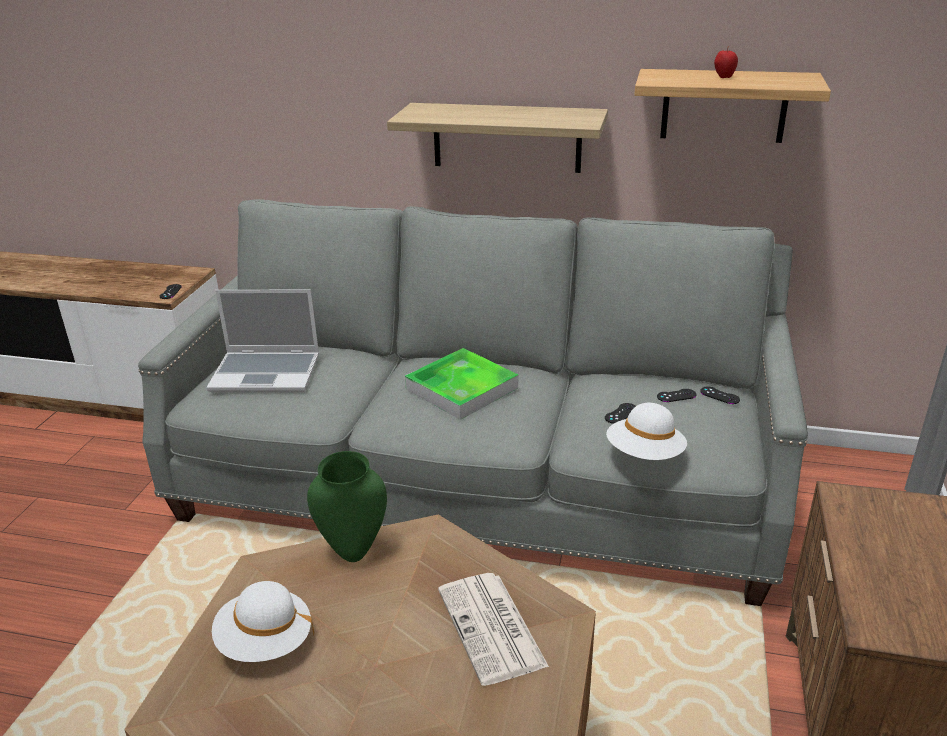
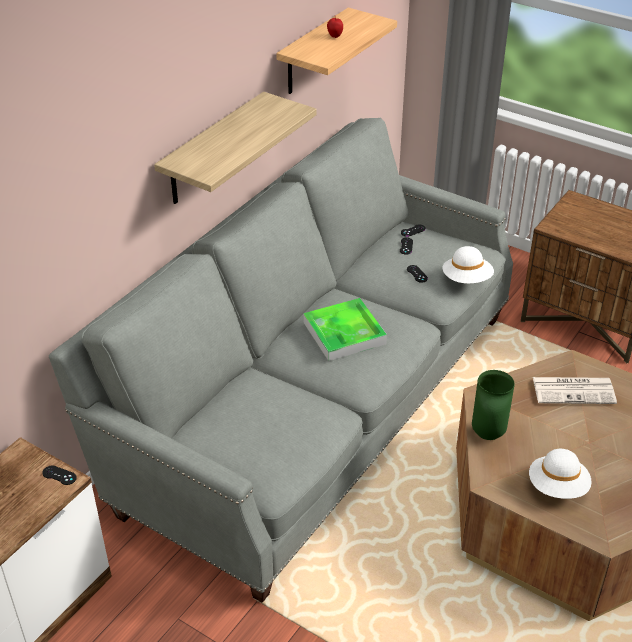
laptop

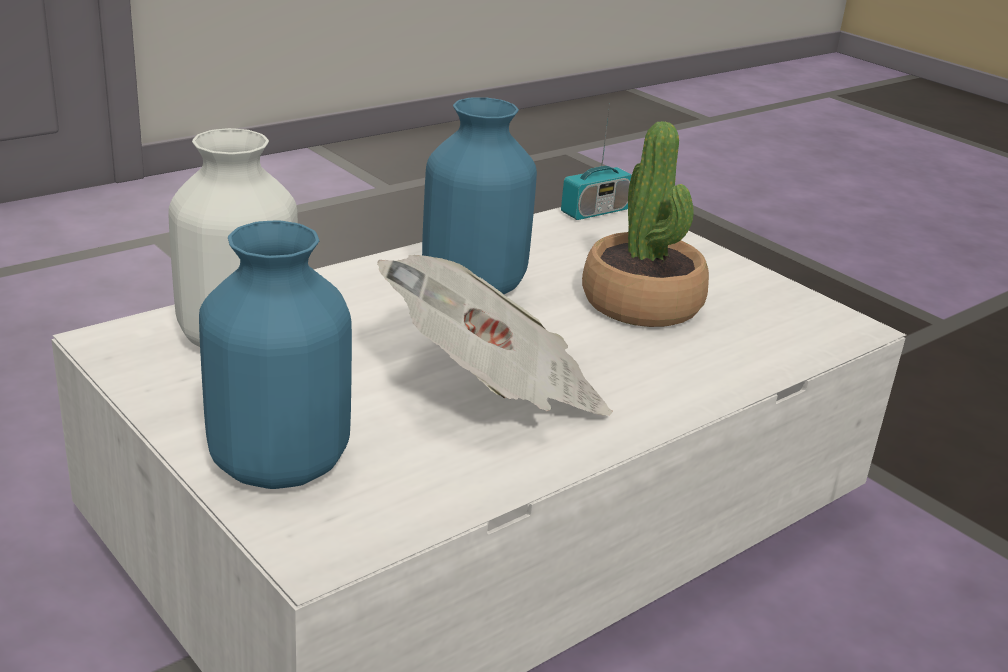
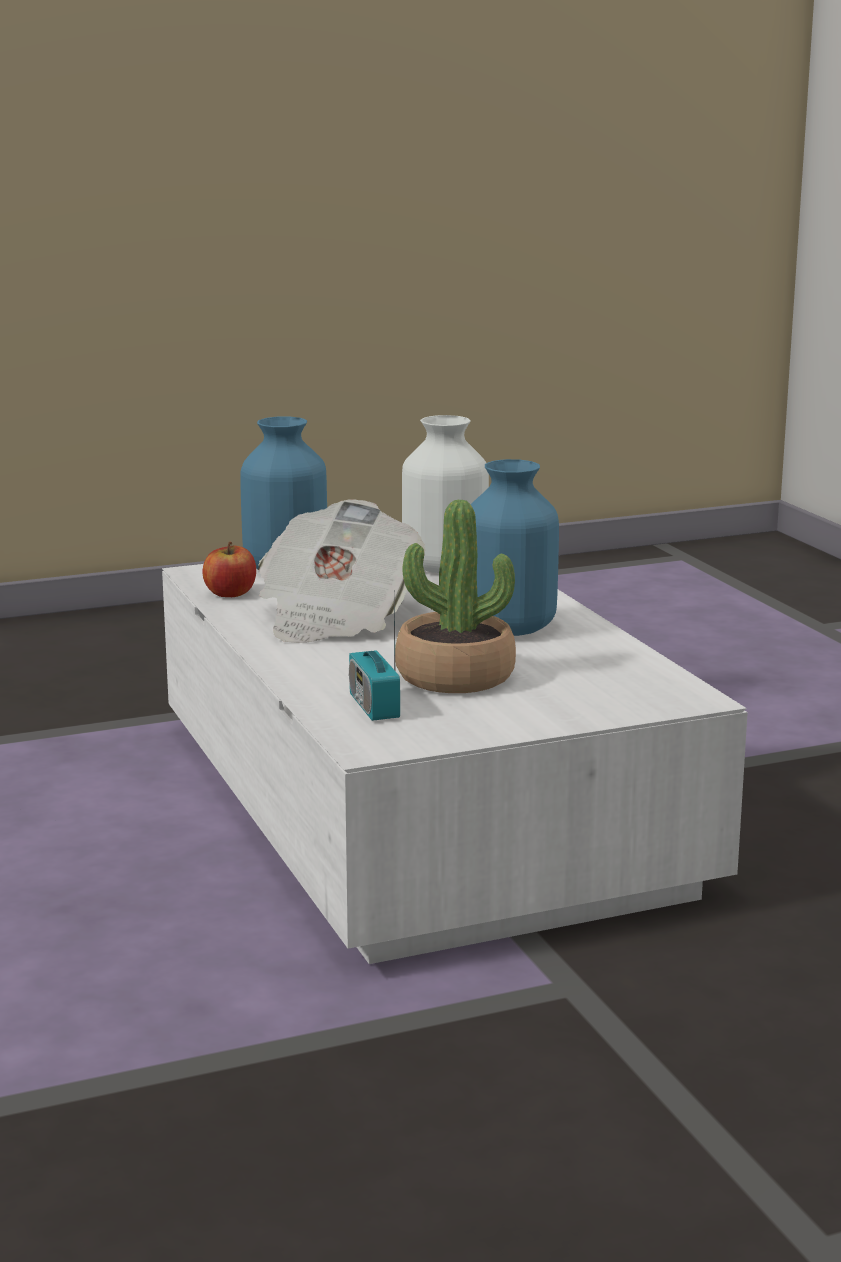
apple
radio

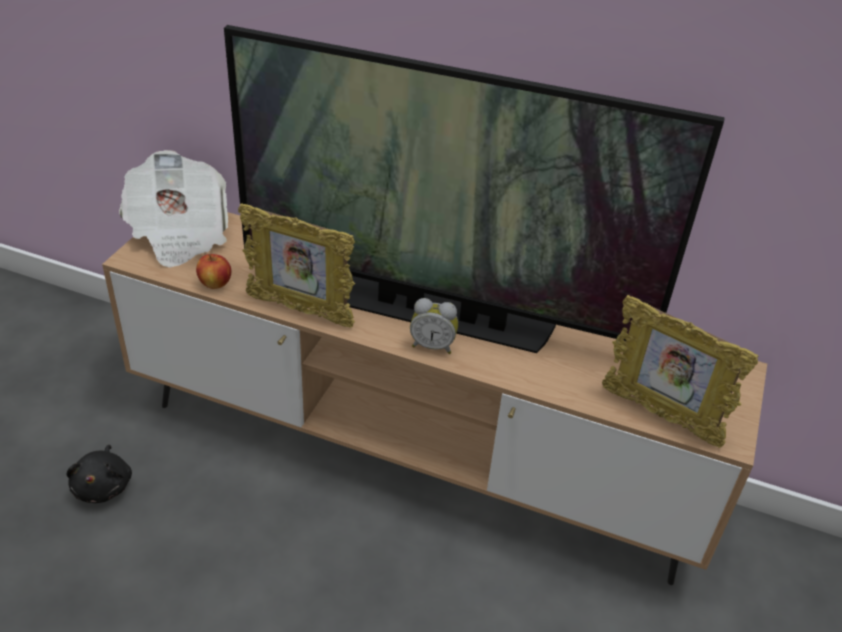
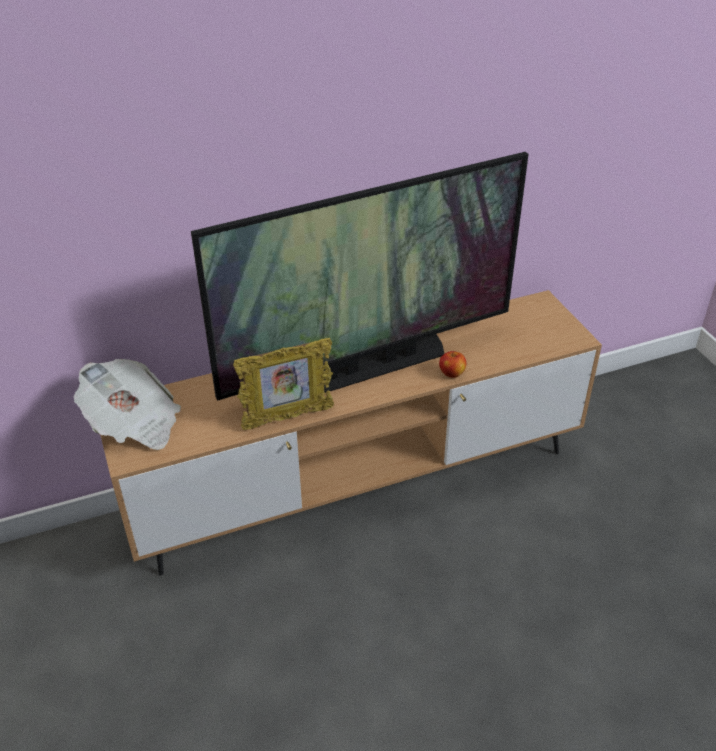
plush toy/black
alarm clock
picture frame (no. 2 from left in the first image)
apple

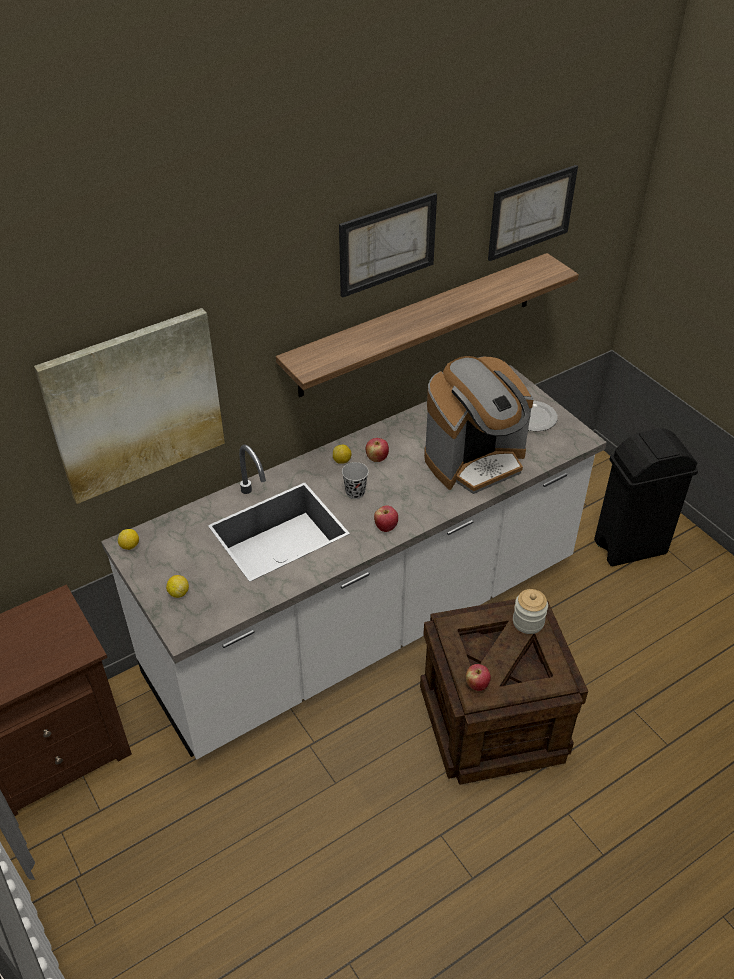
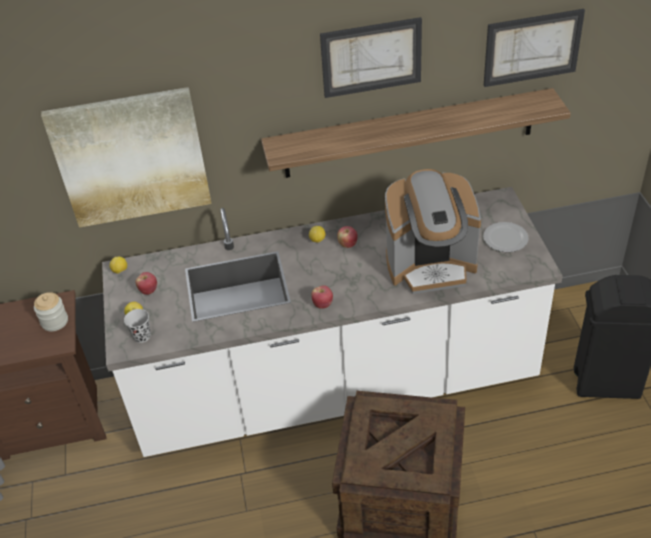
cup/black
apple (no. 1 from left)
jar

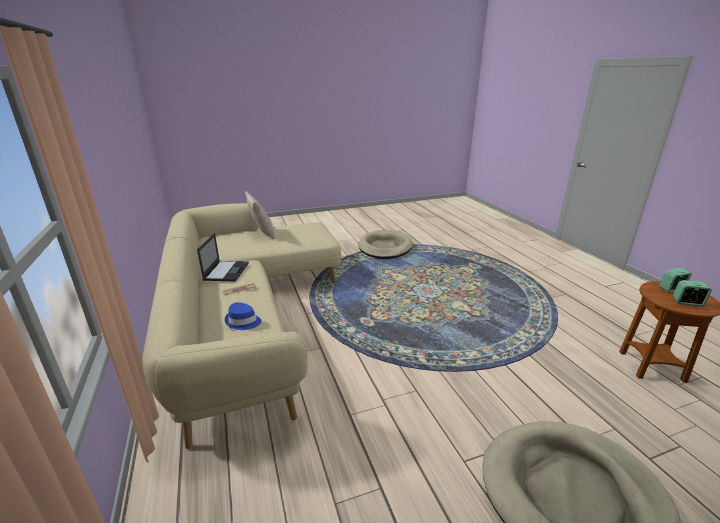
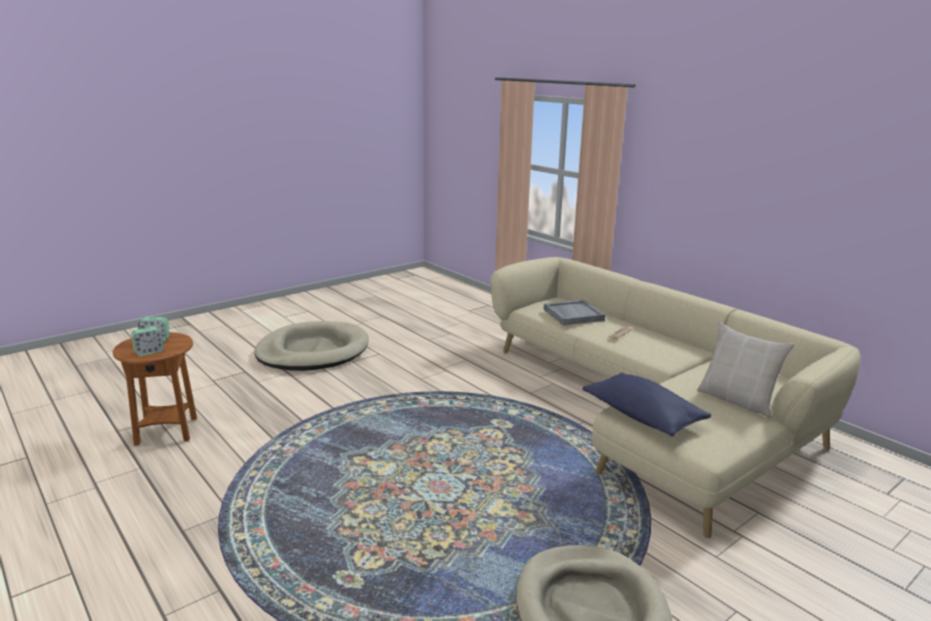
laptop
pillow/blue
tray/grey

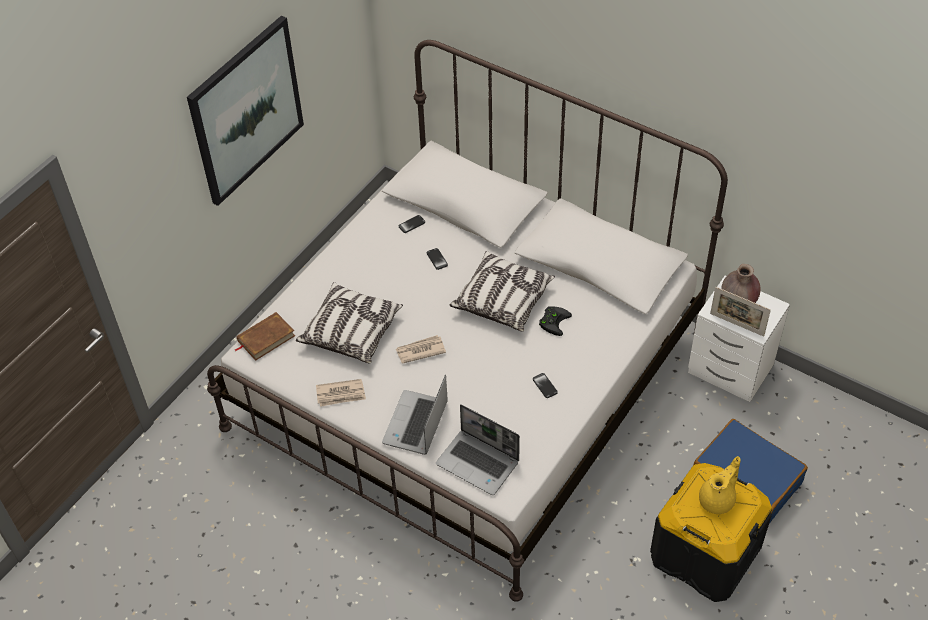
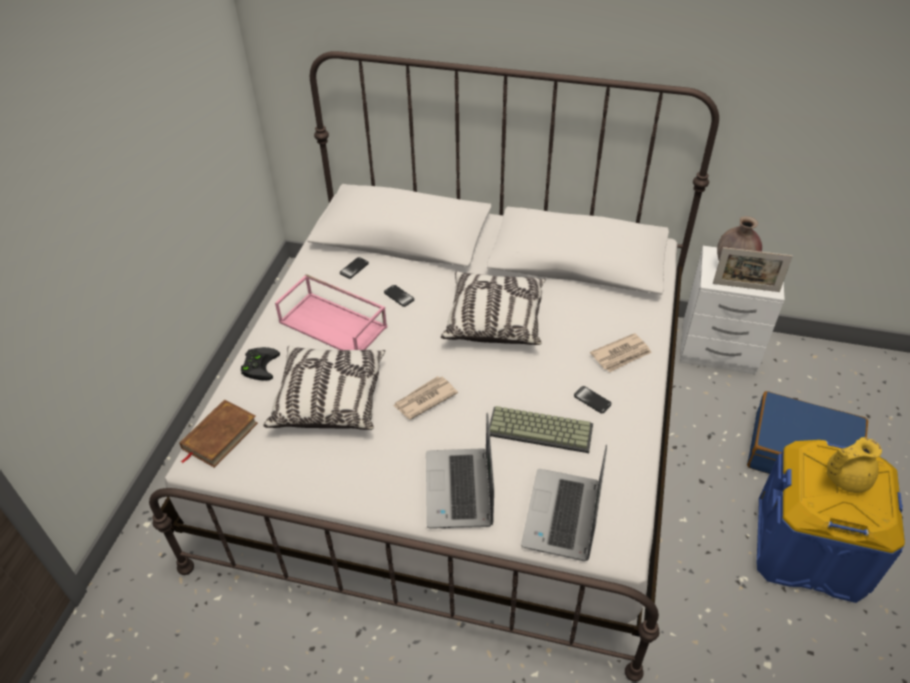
picture
tray/pink
keyboard
newspaper (no. 2 from left)
game controller/black
storage box/blue
laptop (no. 2 from left)
teapot/yellow

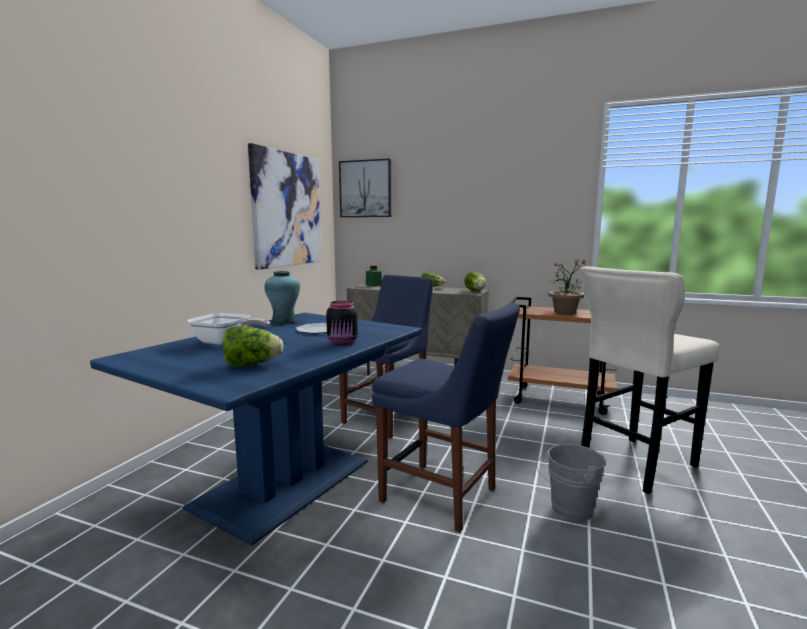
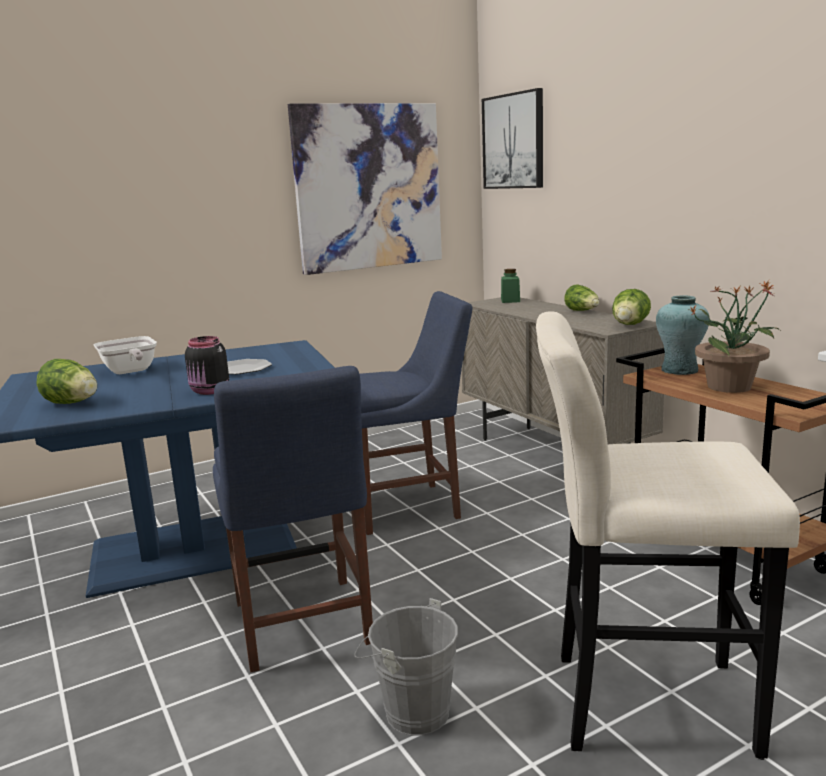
vase/turquoise

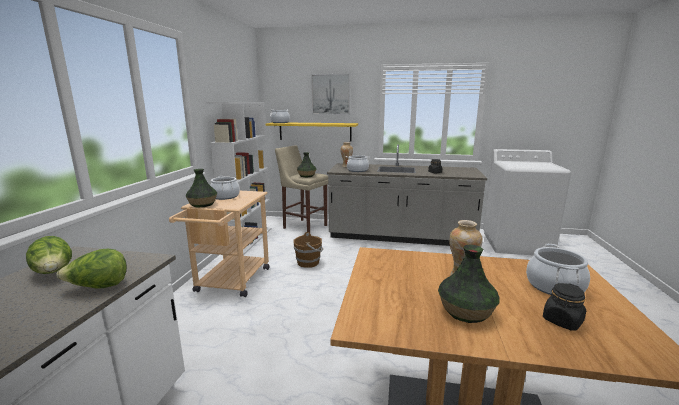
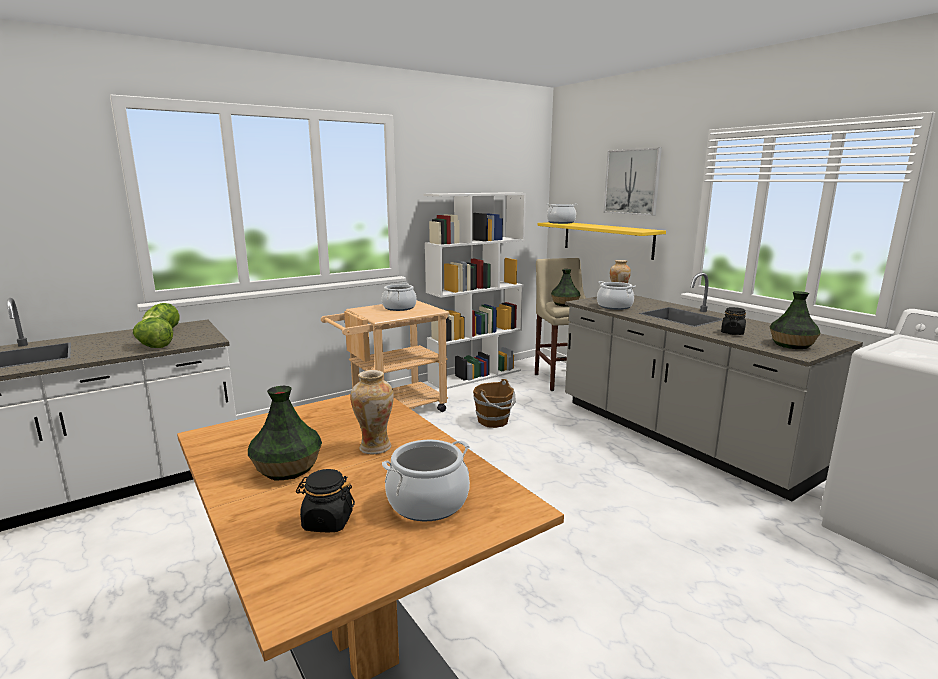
vase (no. 5 from left)

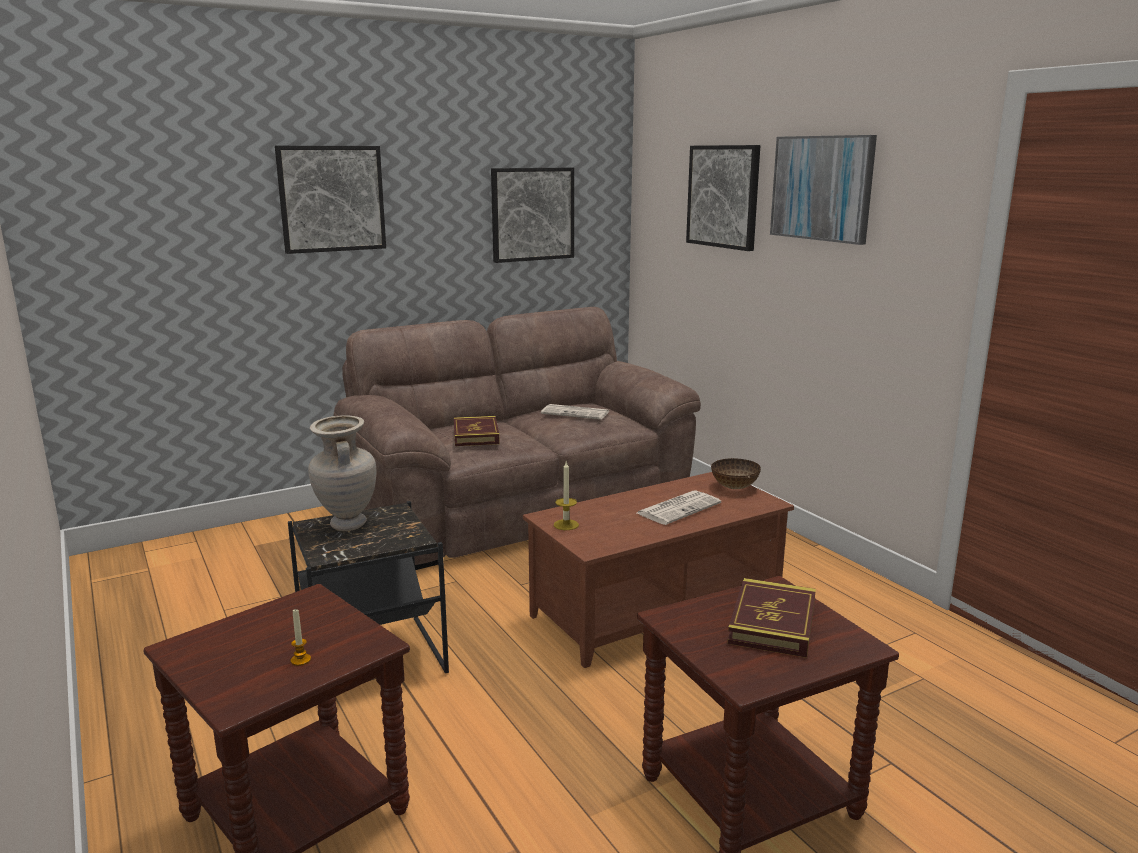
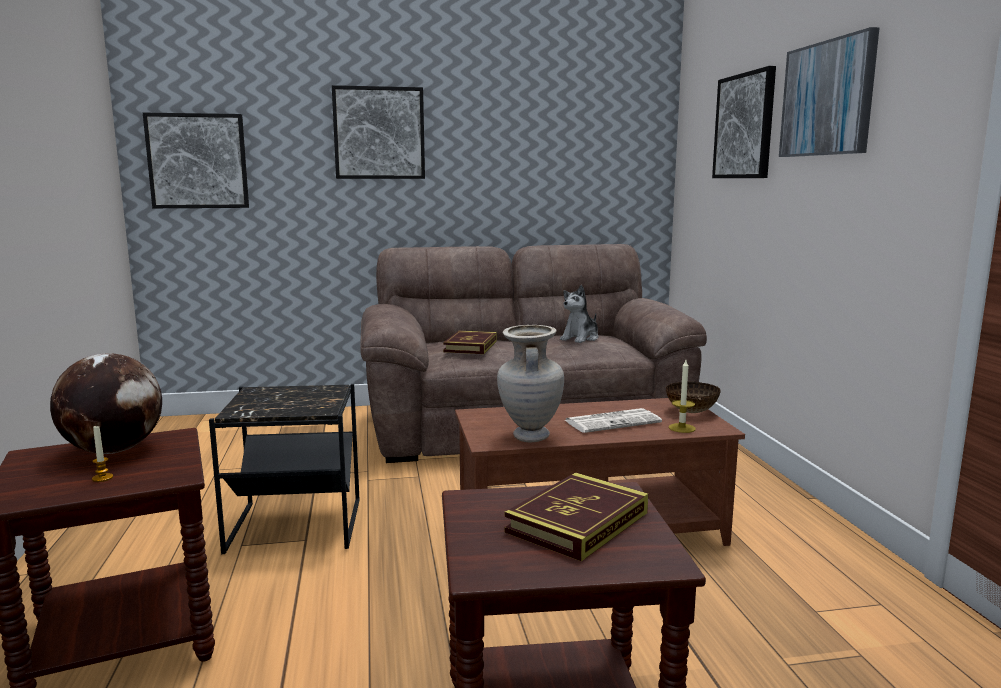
globe
vase/beige
picture (no. 1 from left)
candle (no. 2 from left)
plush toy

